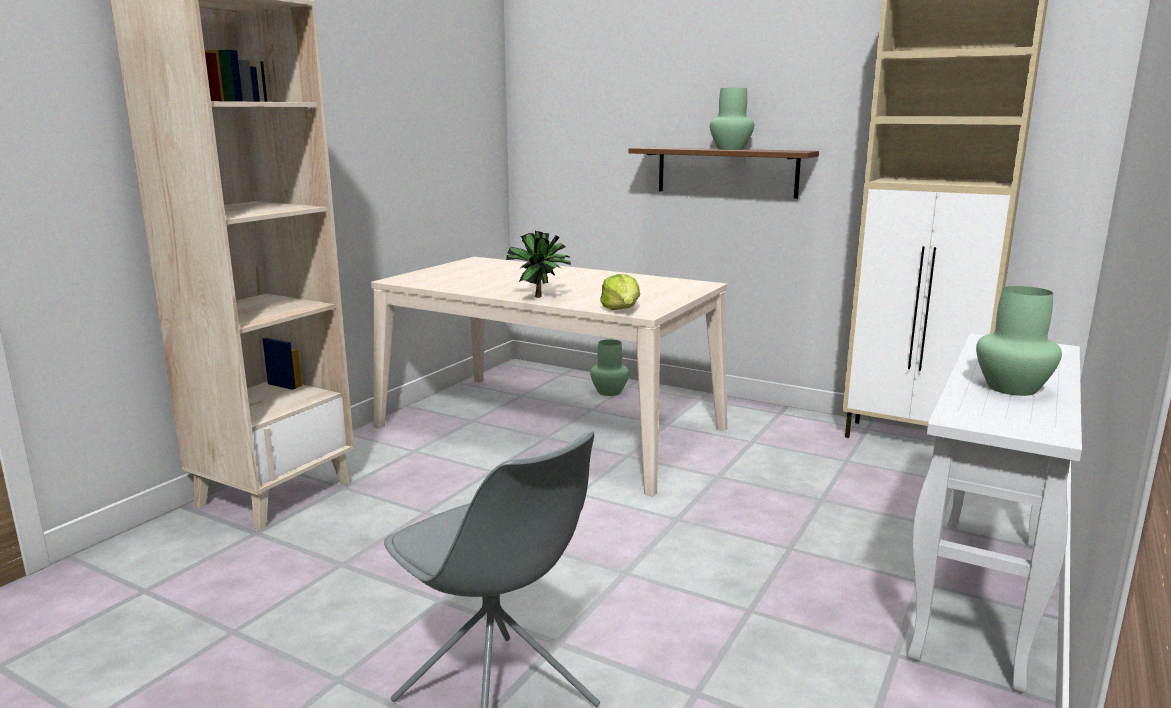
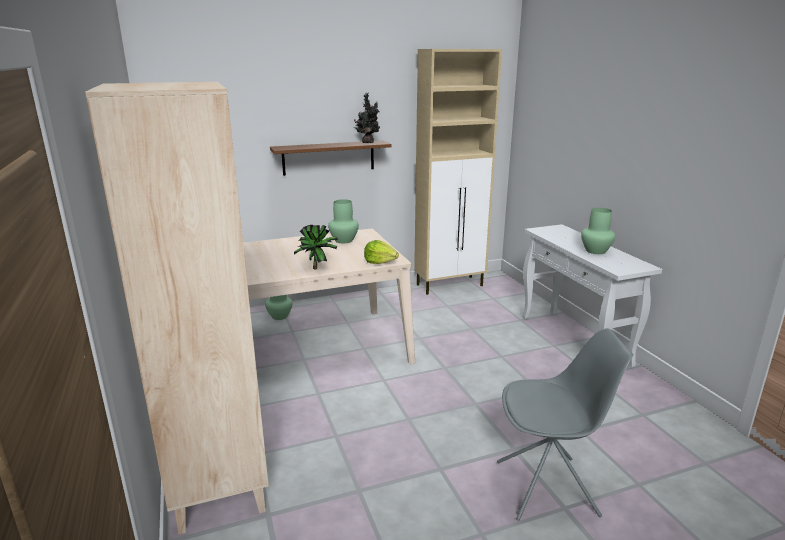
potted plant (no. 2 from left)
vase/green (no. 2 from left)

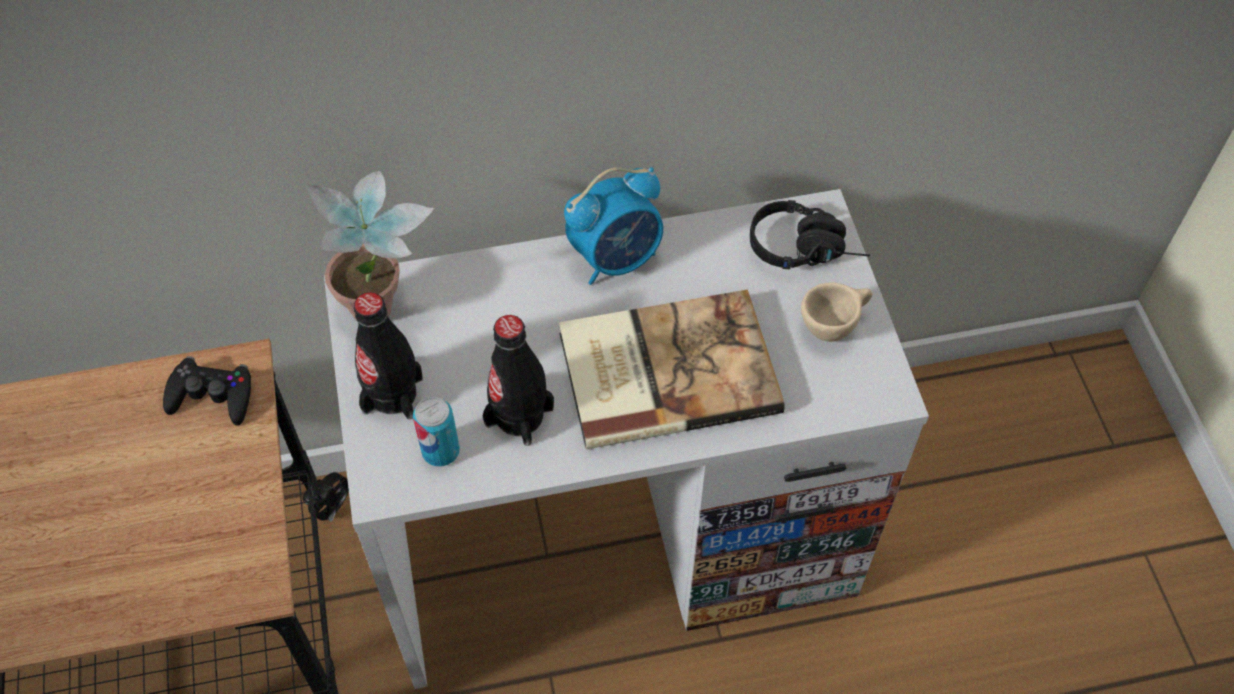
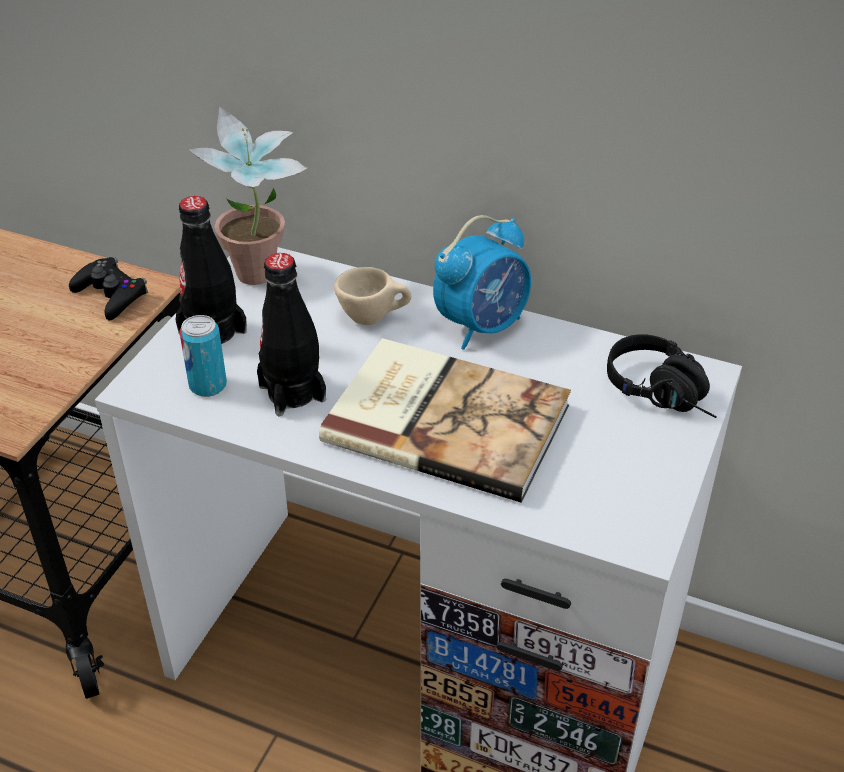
cup/beige
alarm clock

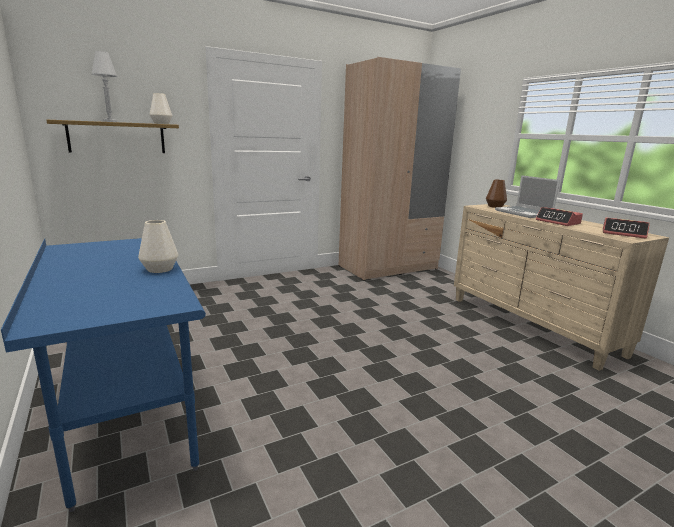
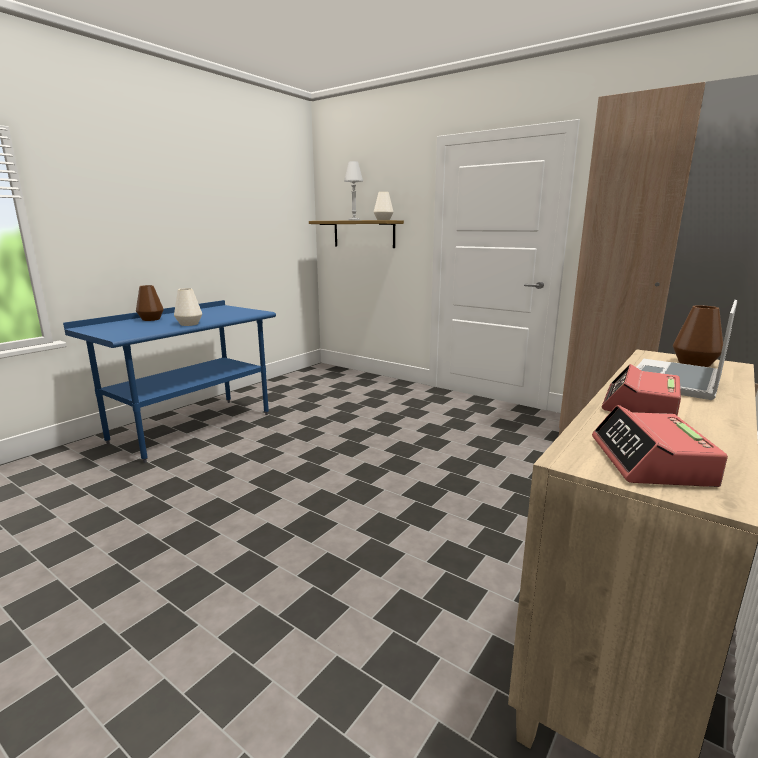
vase/brown (no. 1 from left)

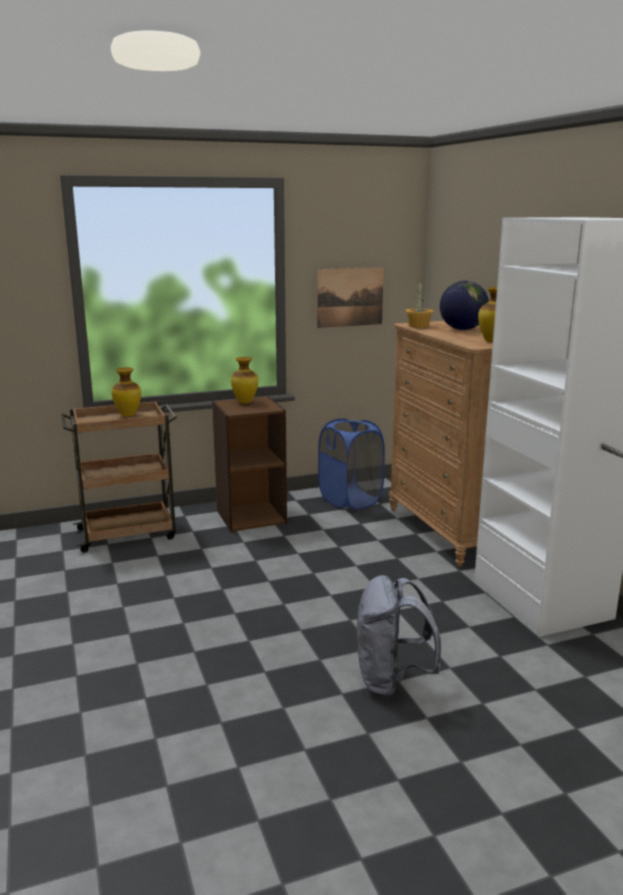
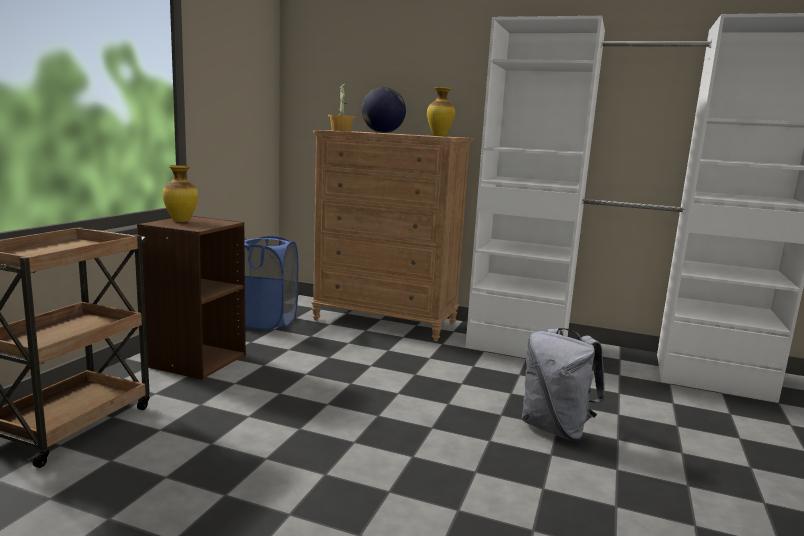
vase (no. 1 from left in the first image)
picture

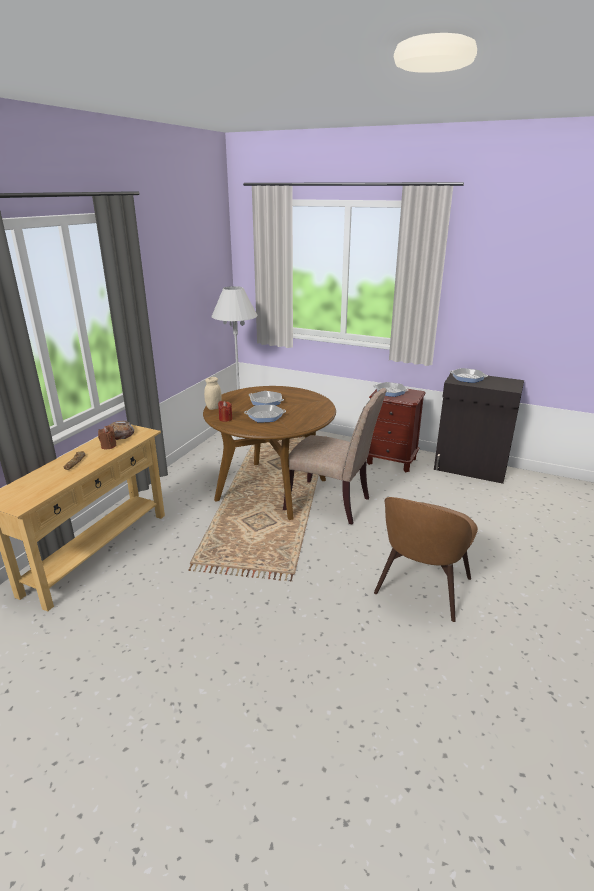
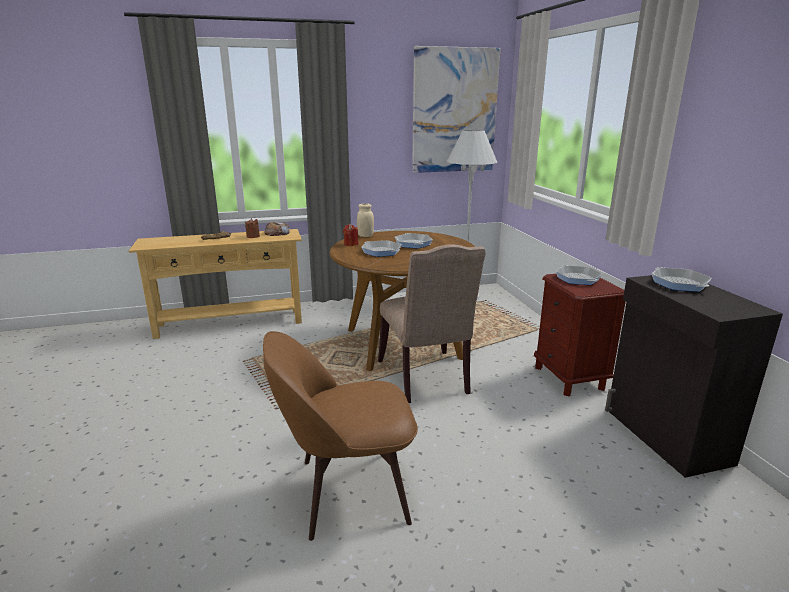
picture

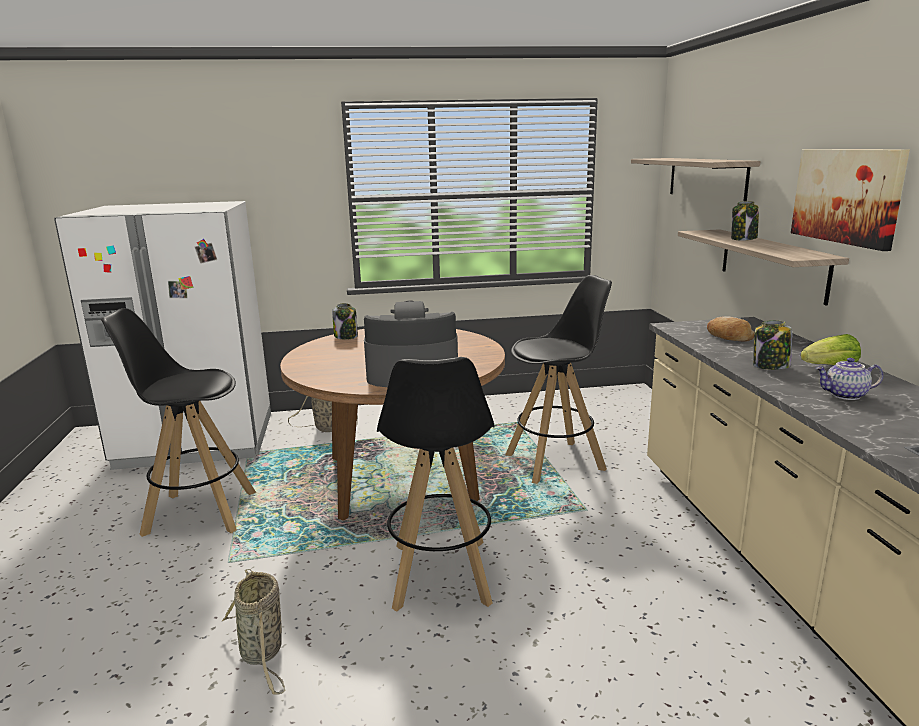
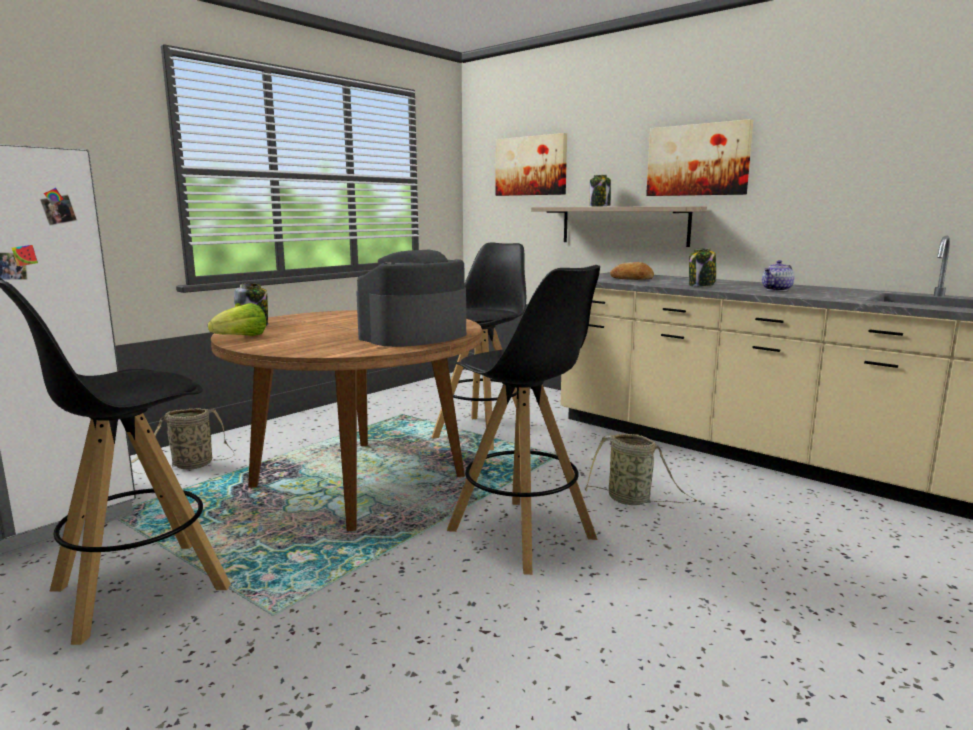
basket (no. 2 from left)
lettuce
picture (no. 1 from left)

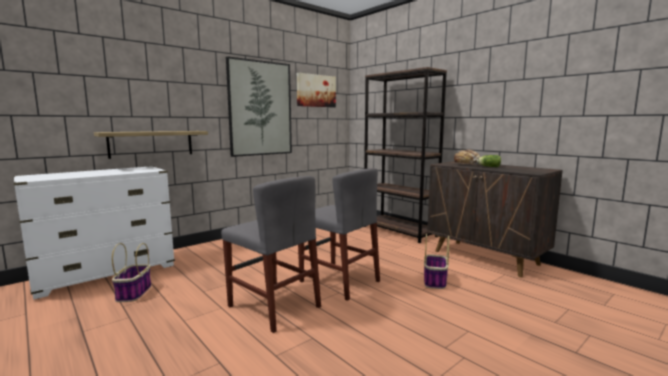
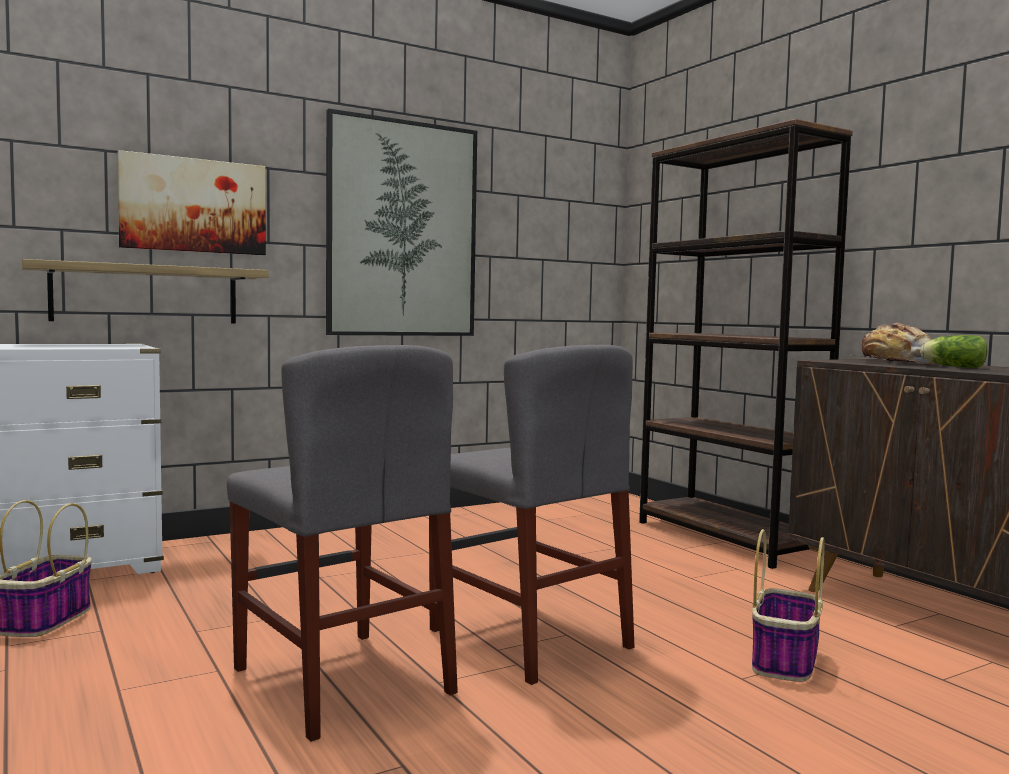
picture (no. 1 from left)

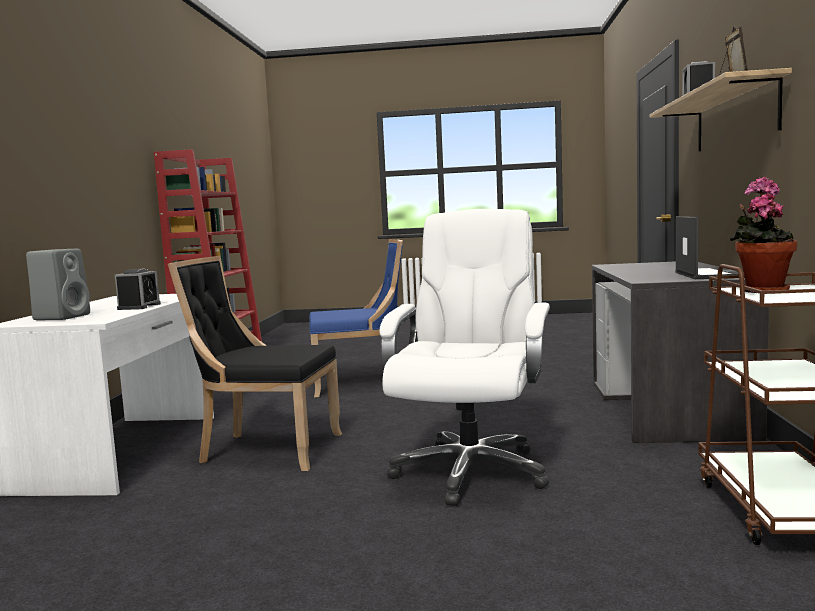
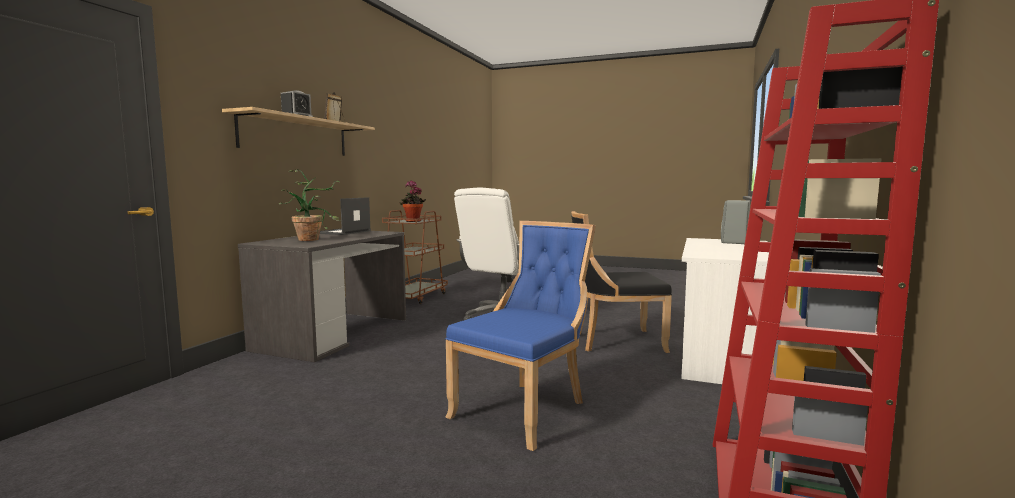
alarm clock (no. 1 from left in the first image)
potted plant (no. 1 from left)
chair/black
chair/blue

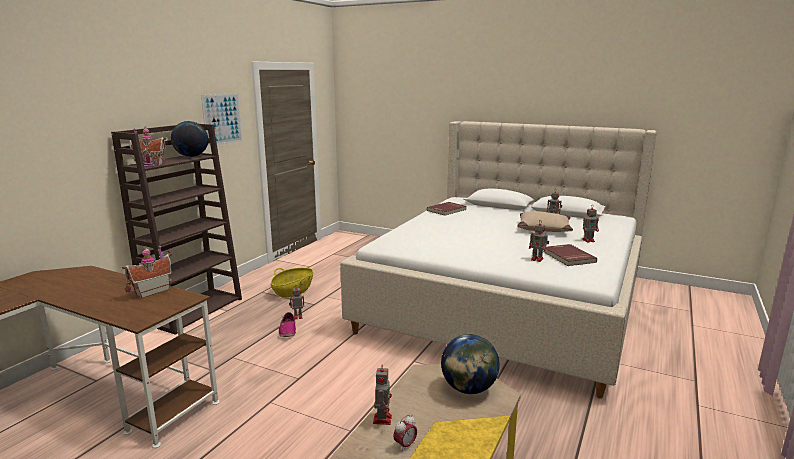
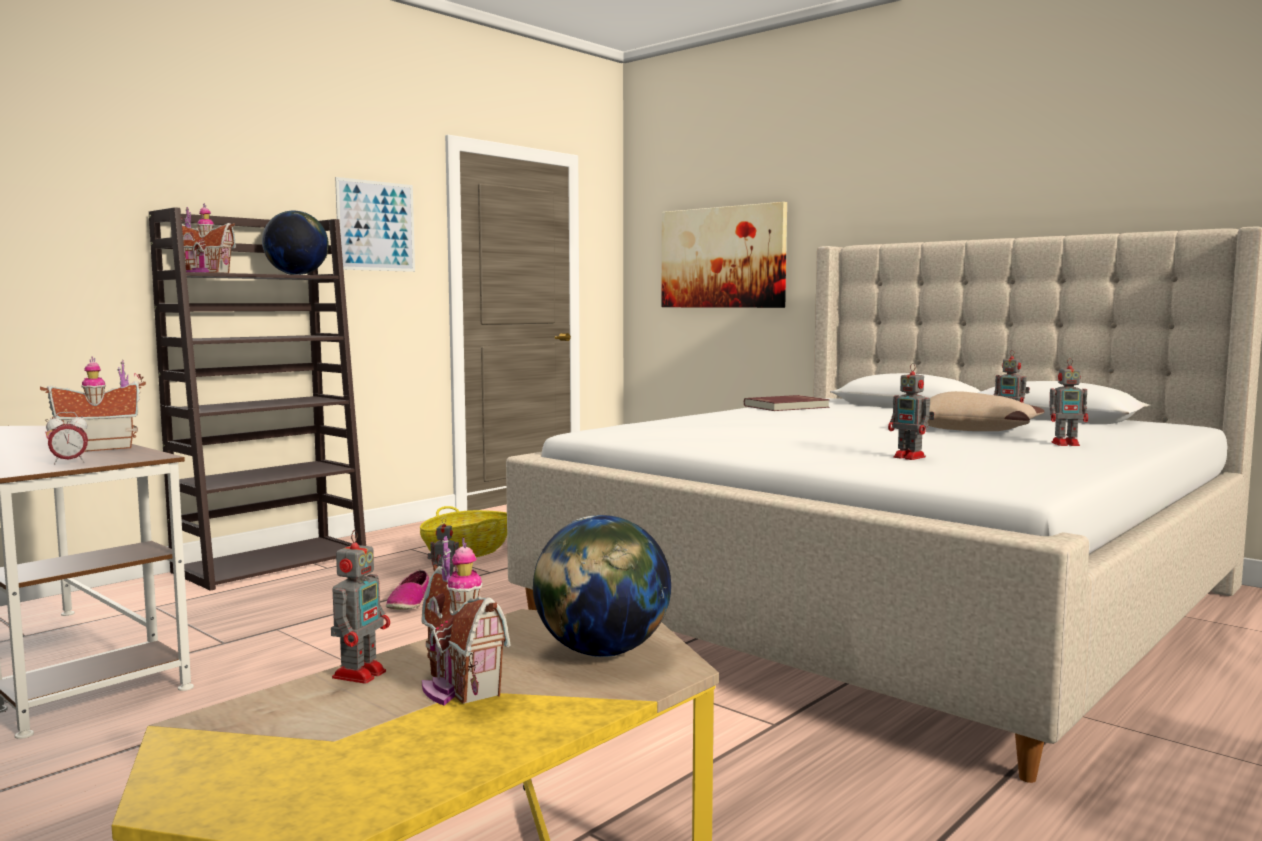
book/red (no. 2 from left in the first image)
toy house (no. 3 from left)
picture (no. 2 from left)
alarm clock

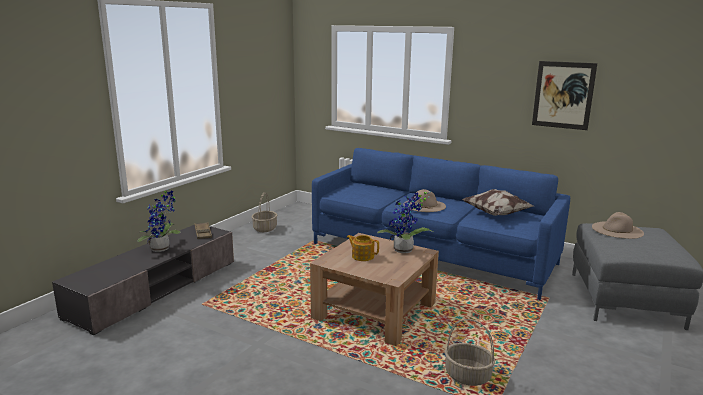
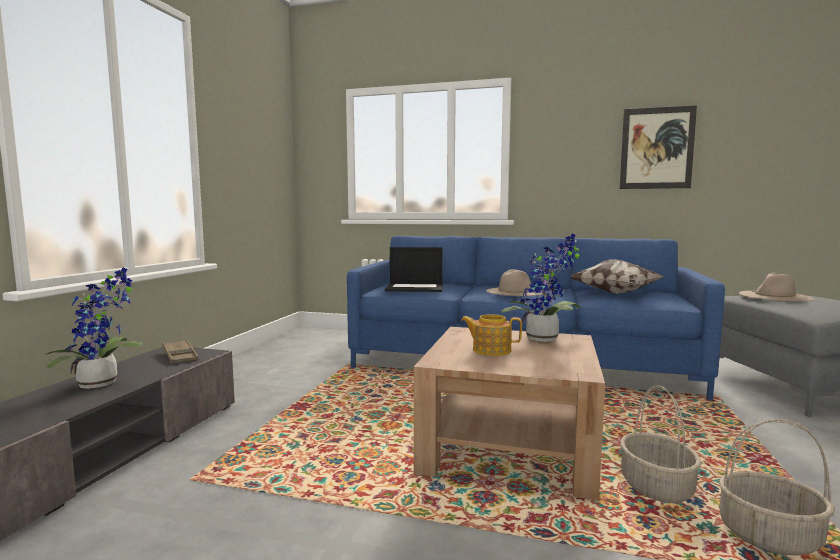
laptop
basket (no. 1 from left)

